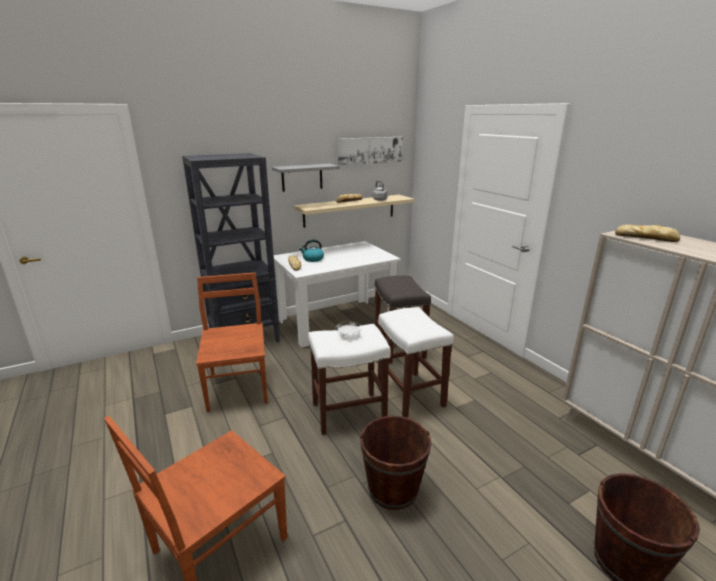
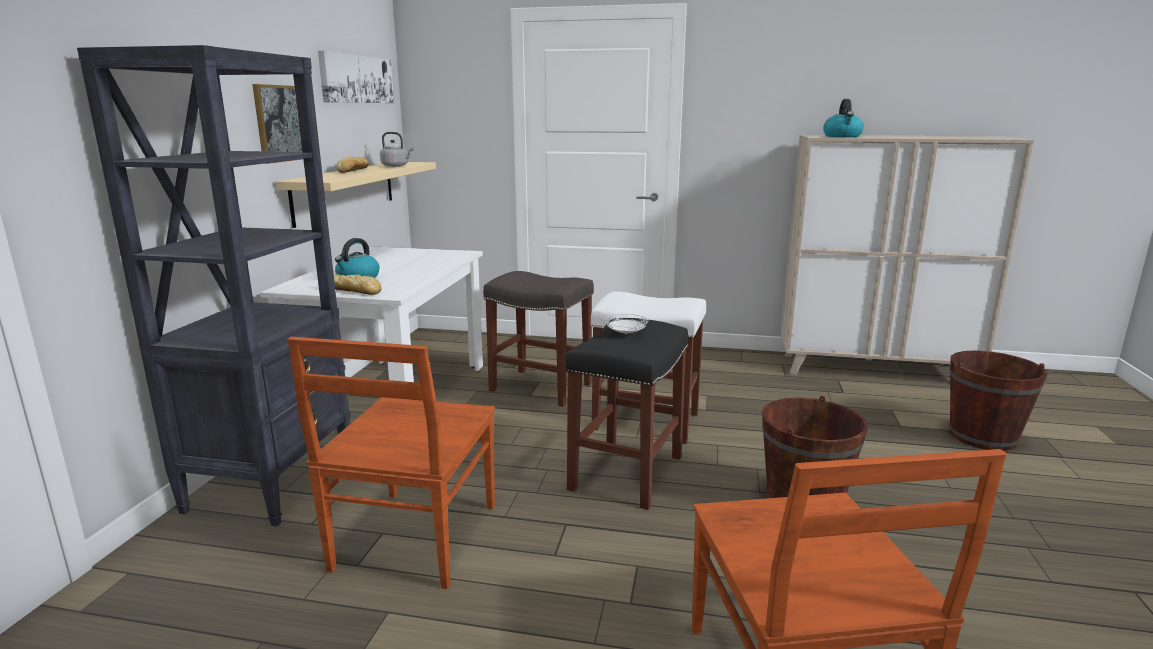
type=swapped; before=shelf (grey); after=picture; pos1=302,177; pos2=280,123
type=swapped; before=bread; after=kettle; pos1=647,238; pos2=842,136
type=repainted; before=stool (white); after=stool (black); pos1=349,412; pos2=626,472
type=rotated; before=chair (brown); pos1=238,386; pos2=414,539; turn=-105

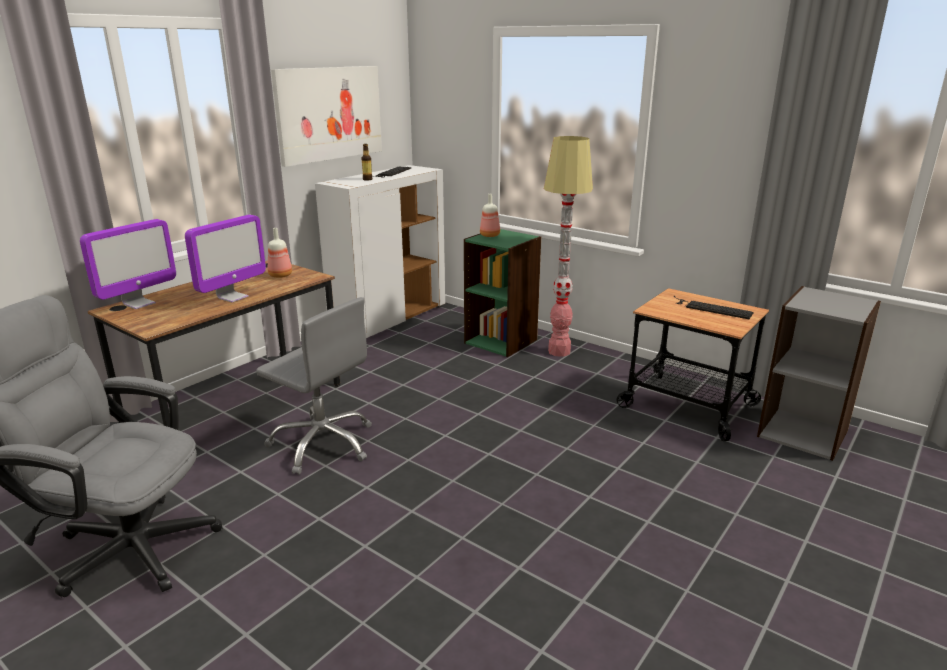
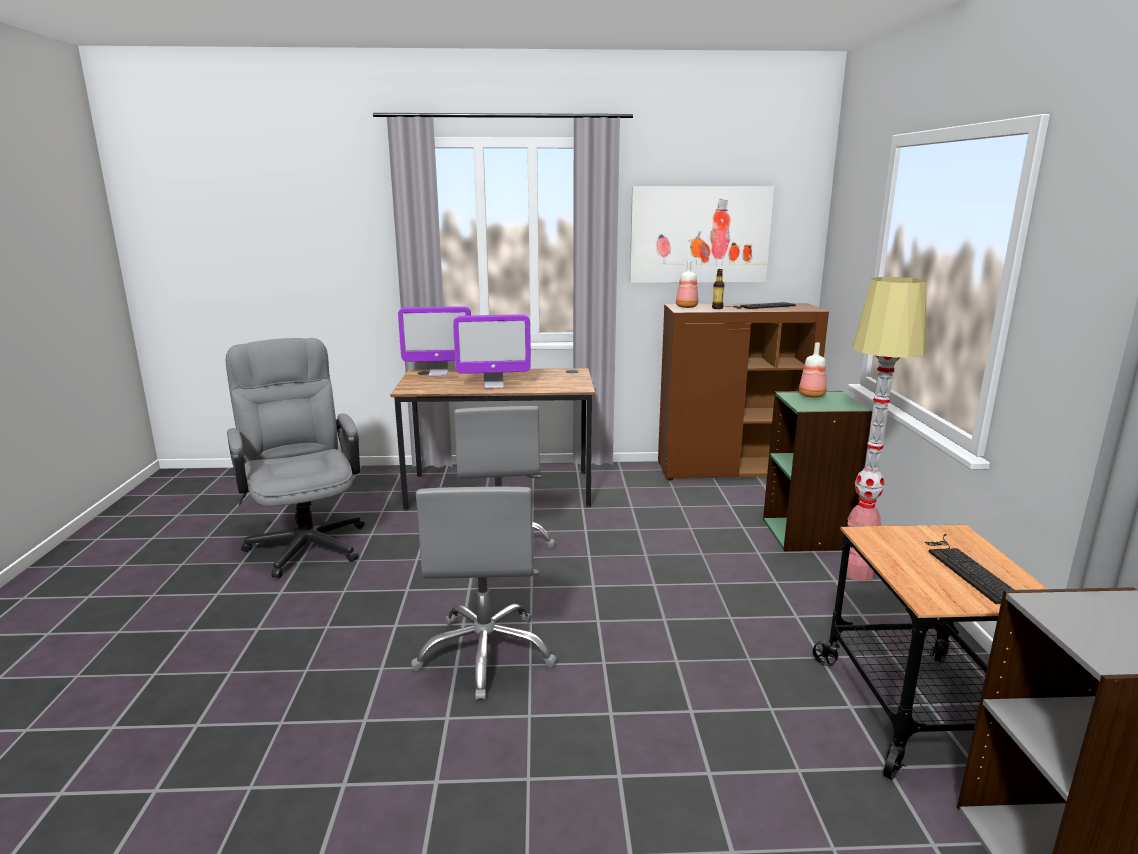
type=new; after=office chair (grey); pos2=486,653
type=shifted; before=bottle; pos1=280,275; pos2=686,307
type=repainted; before=cabinet (white); after=cabinet (brown); pos1=389,318; pos2=732,471

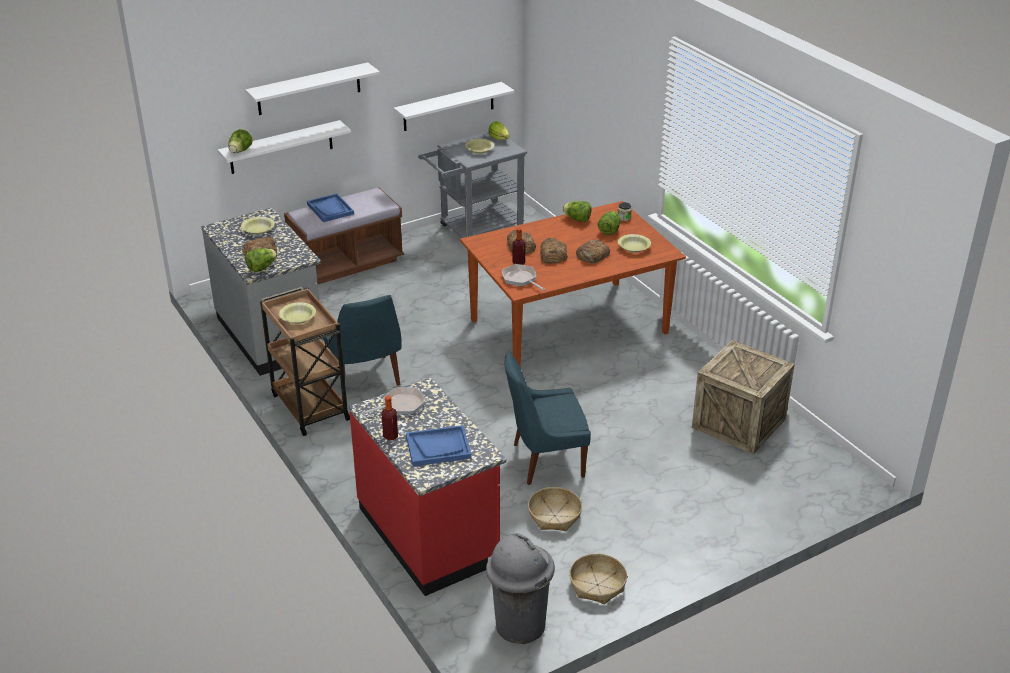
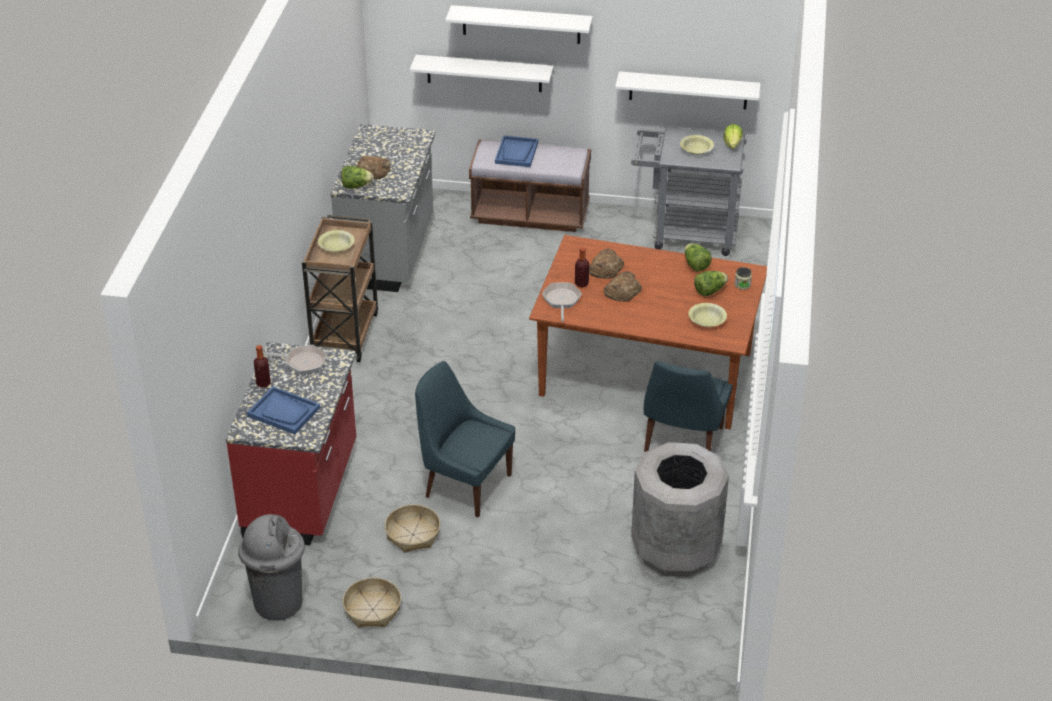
type=gone; before=lettuce; pos1=240,151
type=gone; before=bowl (yellow); pos1=258,230
type=gone; before=bread; pos1=592,255
type=shifted; before=chair (blue); pos1=365,379; pos2=682,442
type=swapped; before=crate; after=trash can (grey); pos1=738,423; pos2=676,549

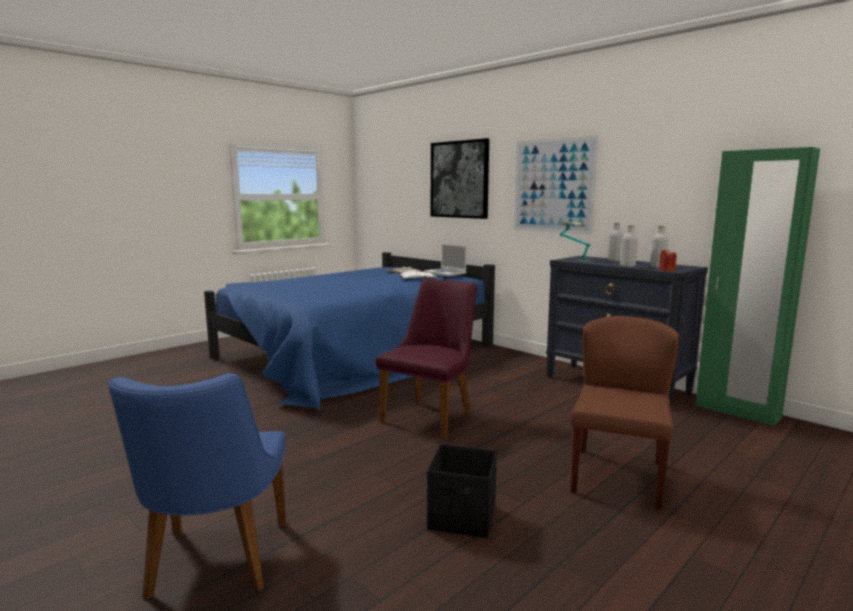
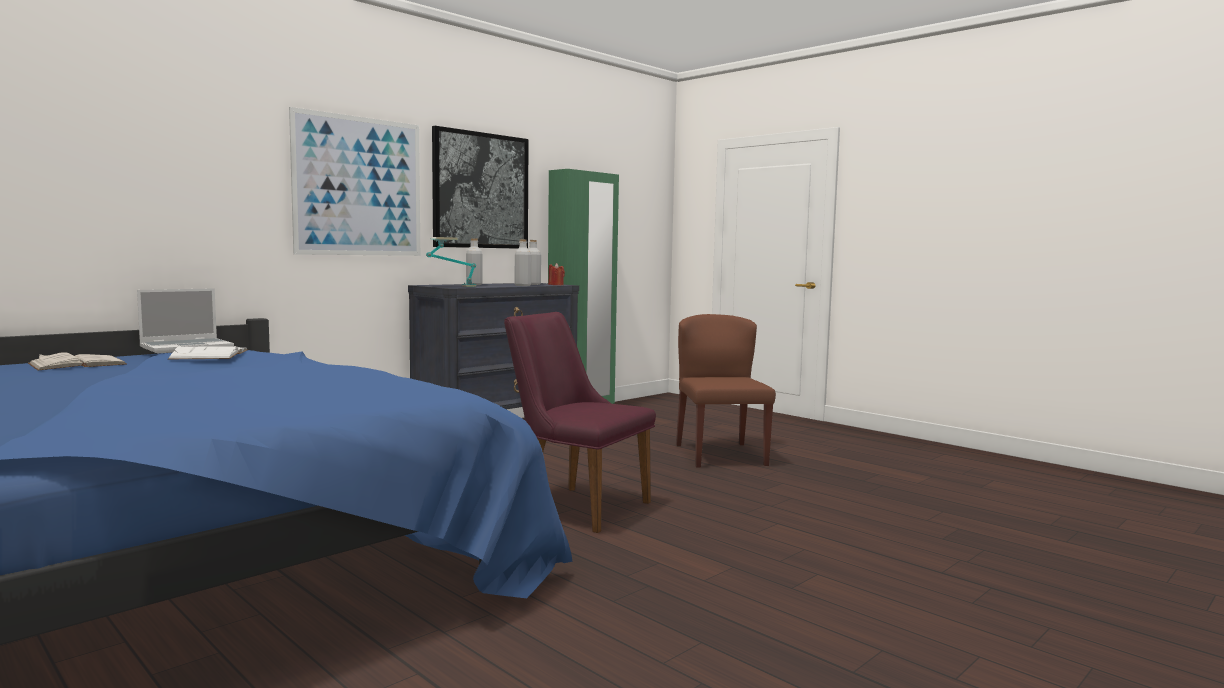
type=gone; before=chair (blue); pos1=213,567
type=gone; before=storage box (black); pos1=463,518
type=shifted; before=picture; pos1=459,179; pos2=480,190
type=rotated; before=chair (brown); pos1=617,476; pos2=720,455; turn=60

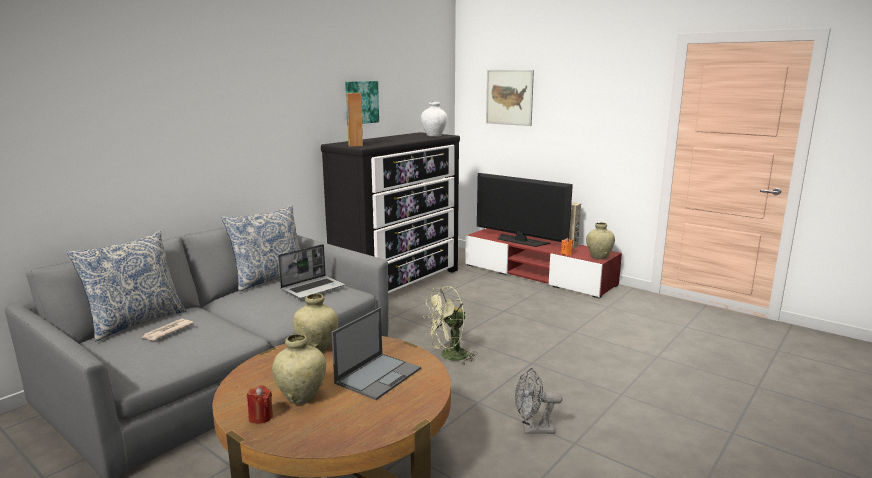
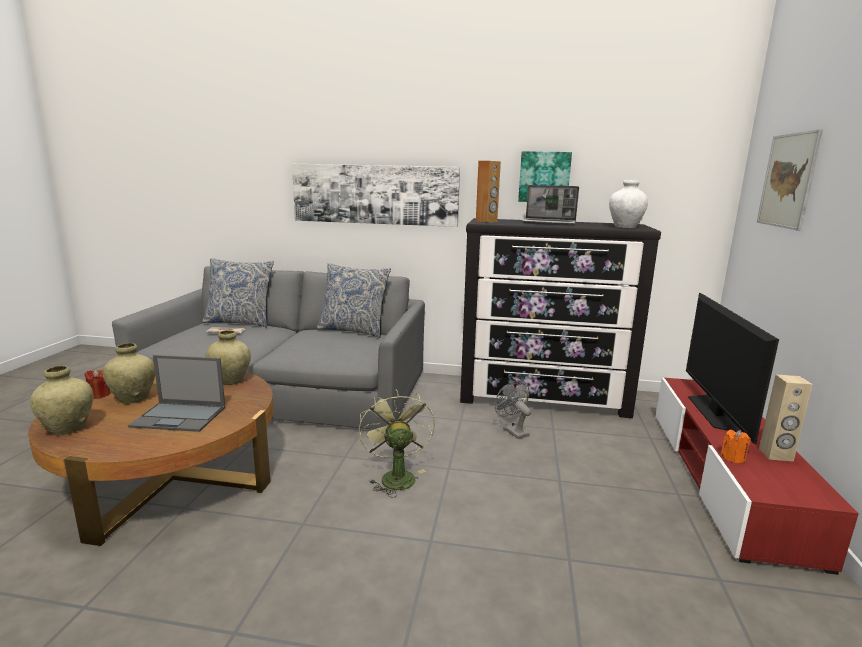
type=new; after=picture; pos2=375,194
type=shifted; before=laptop; pos1=313,288; pos2=549,223
type=shifted; before=fan (grey); pos1=533,429; pos2=512,431
type=shifted; before=vase (beige); pos1=599,257; pos2=68,429
type=rotated; before=fan (green); pos1=449,356; pos2=395,476; turn=45

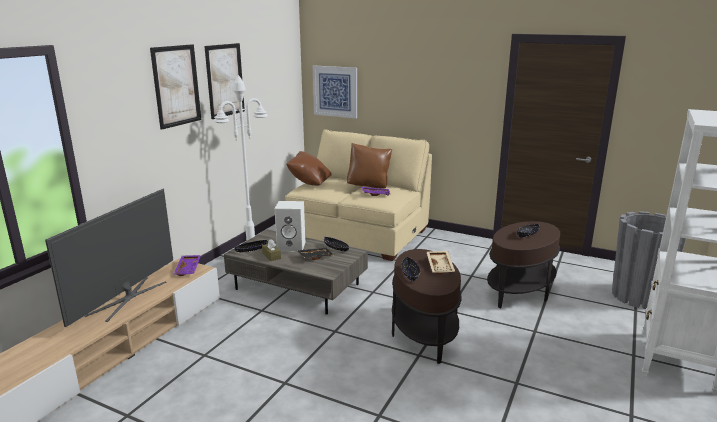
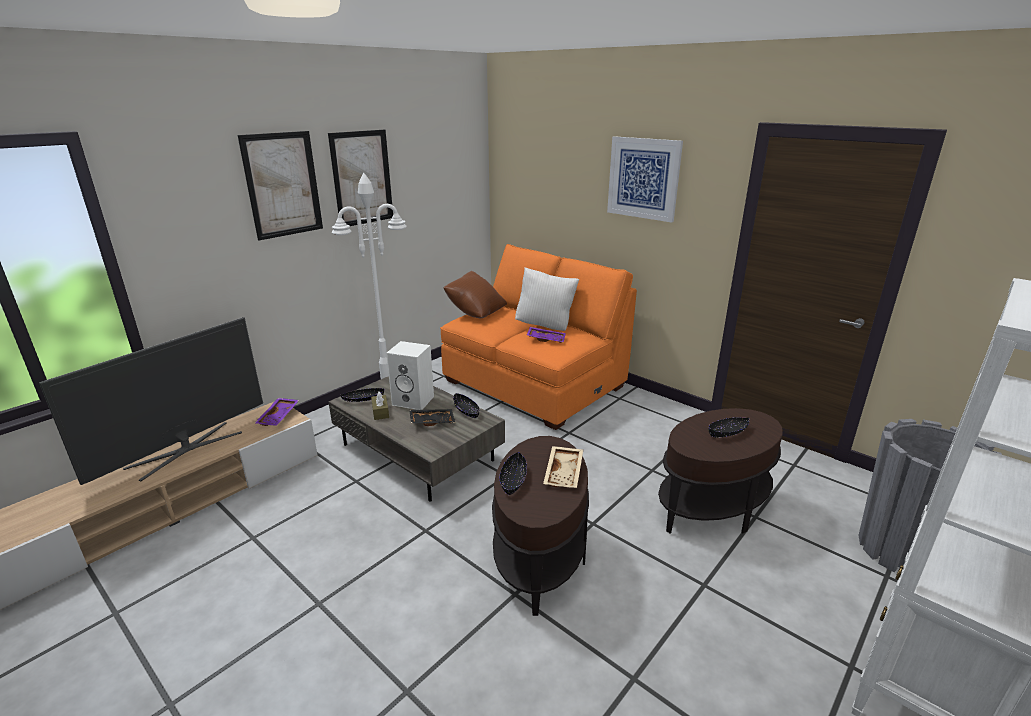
type=shifted; before=picture; pos1=335,91; pos2=643,178
type=repainted; before=sofa (beige); after=sofa (orange); pos1=358,234; pos2=533,384
type=repainted; before=pillow (brown); after=pillow (white); pos1=369,186; pos2=545,326

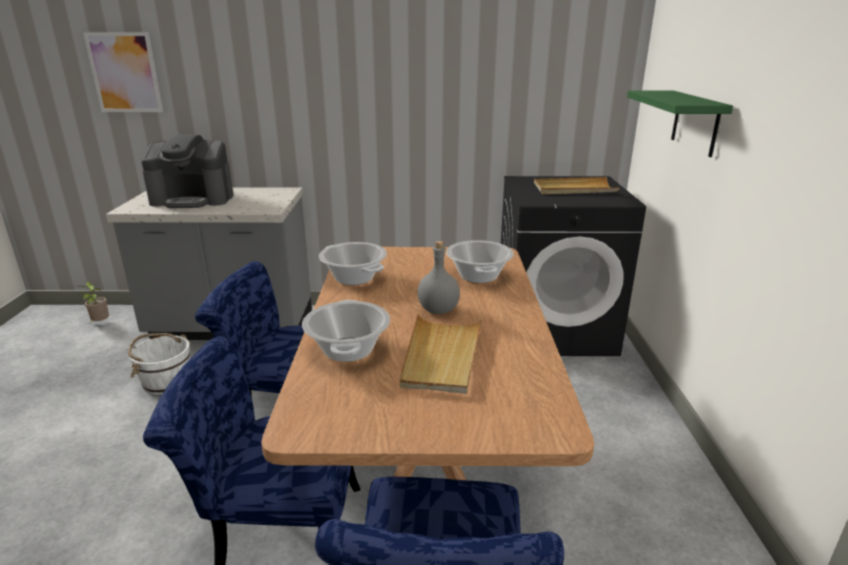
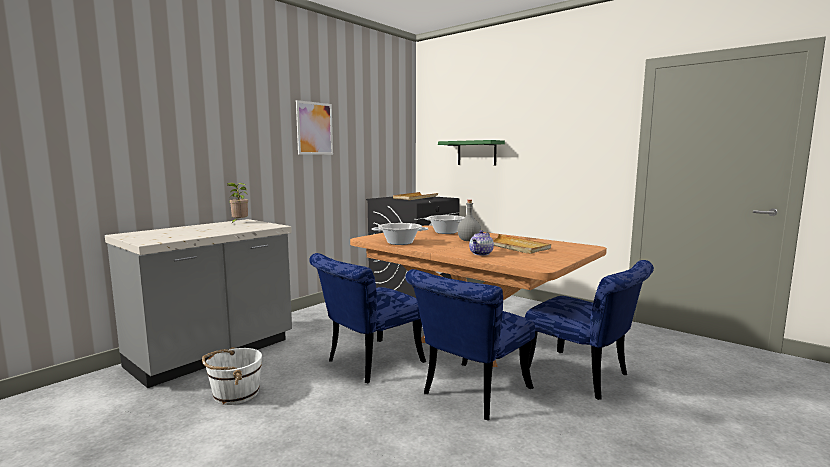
type=gone; before=coffee machine; pos1=193,199
type=shifted; before=potted plant; pos1=100,323; pos2=239,223
type=shifted; before=picture; pos1=124,73; pos2=314,128
type=swapped; before=cooking pot; after=teapot; pos1=348,350; pos2=481,253

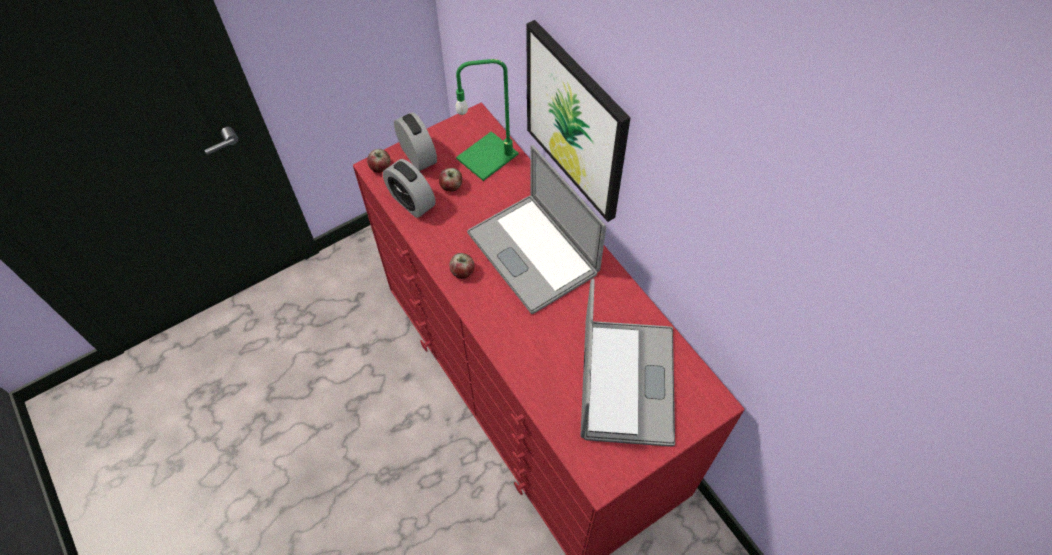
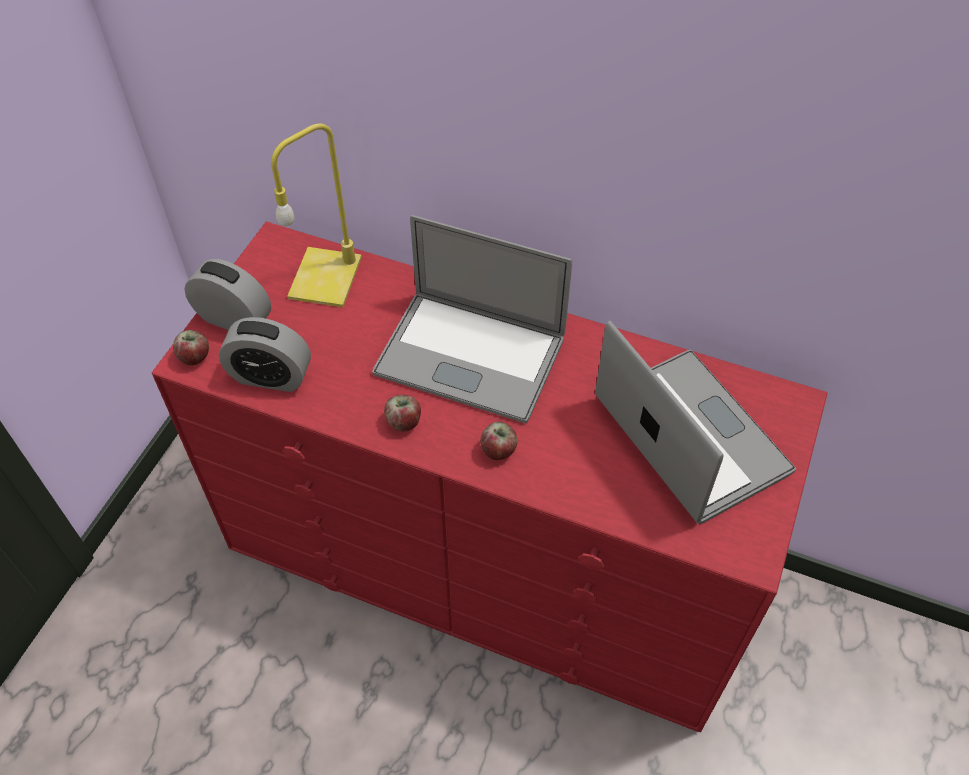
type=gone; before=picture; pos1=576,122
type=shifted; before=apple; pos1=451,186; pos2=498,450
type=repainted; before=table lamp (green); after=table lamp (yellow); pos1=488,155; pos2=325,276

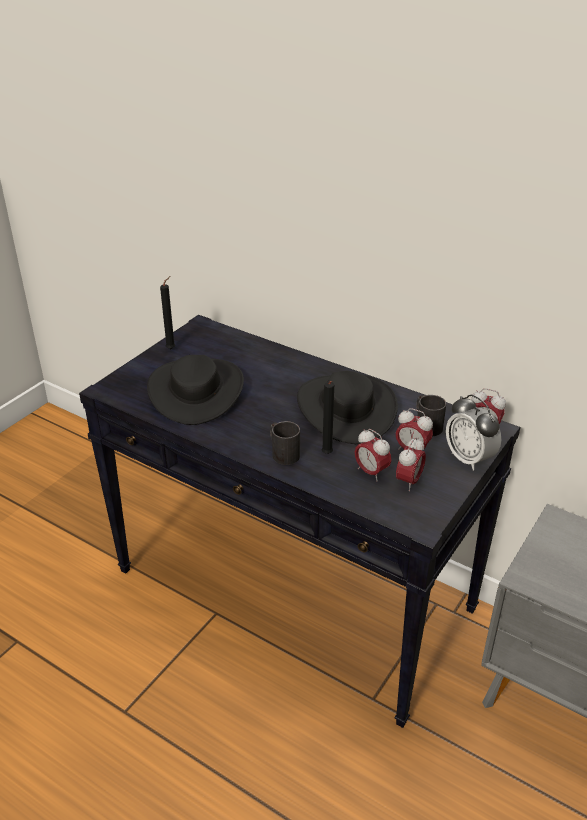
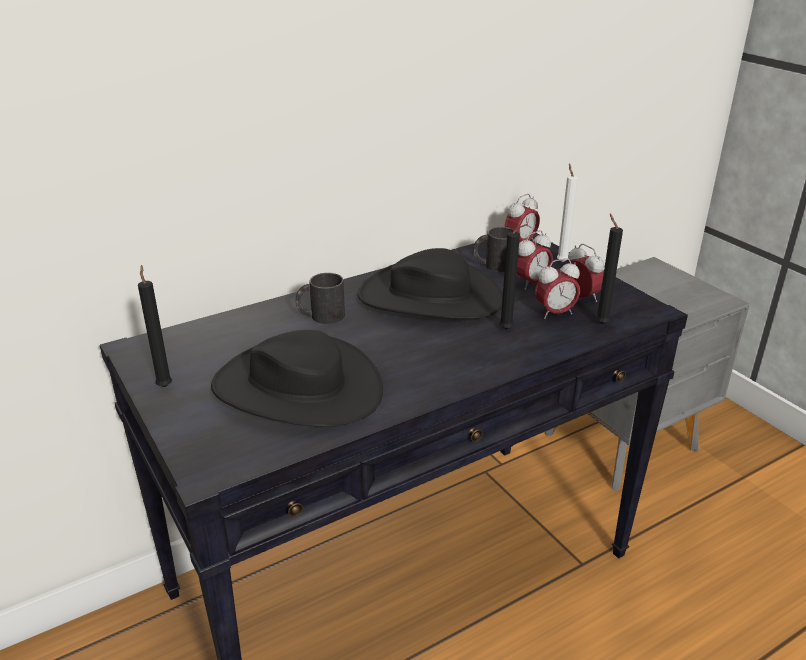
type=new; after=candle (black); pos2=600,323
type=shifted; before=mug (black); pos1=282,452; pos2=321,316
type=swapped; before=alarm clock; after=candle (white); pos1=469,458; pos2=561,261

